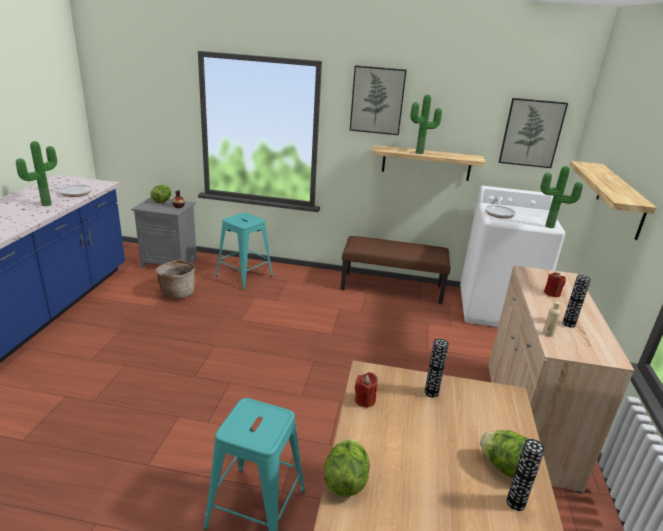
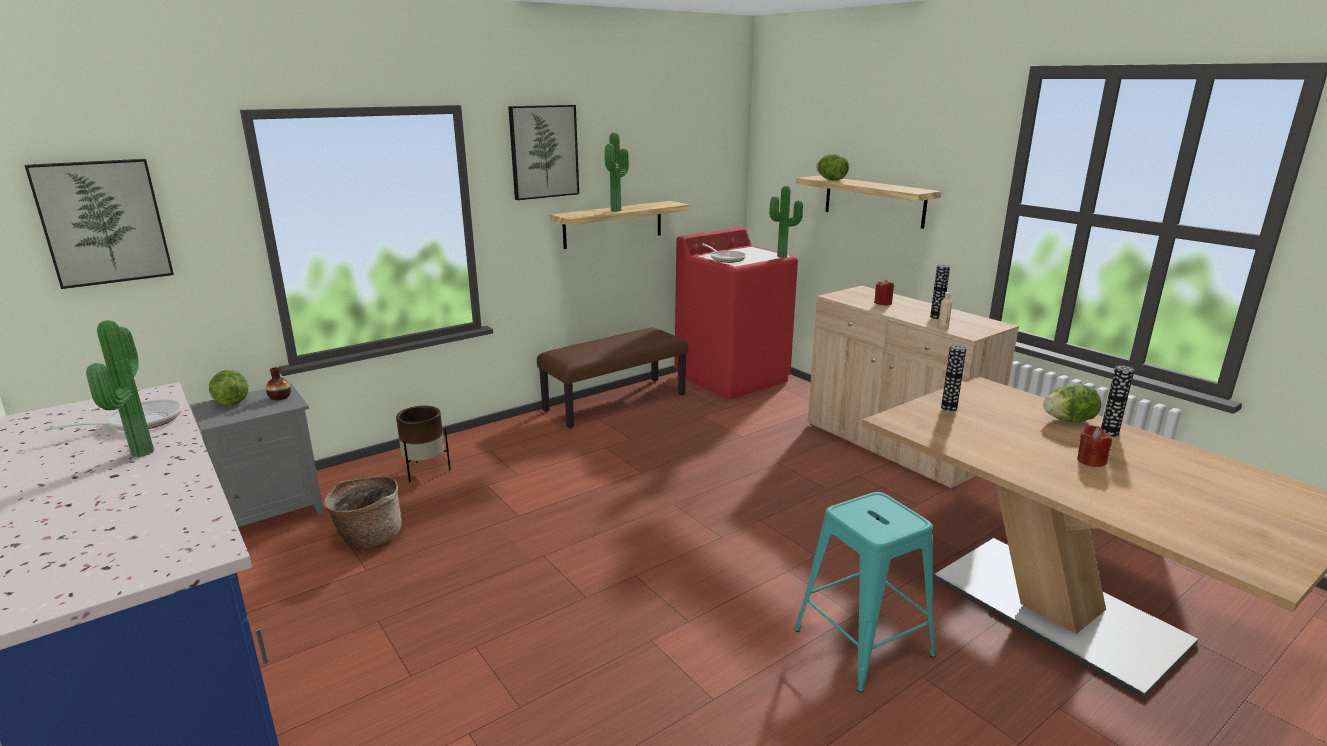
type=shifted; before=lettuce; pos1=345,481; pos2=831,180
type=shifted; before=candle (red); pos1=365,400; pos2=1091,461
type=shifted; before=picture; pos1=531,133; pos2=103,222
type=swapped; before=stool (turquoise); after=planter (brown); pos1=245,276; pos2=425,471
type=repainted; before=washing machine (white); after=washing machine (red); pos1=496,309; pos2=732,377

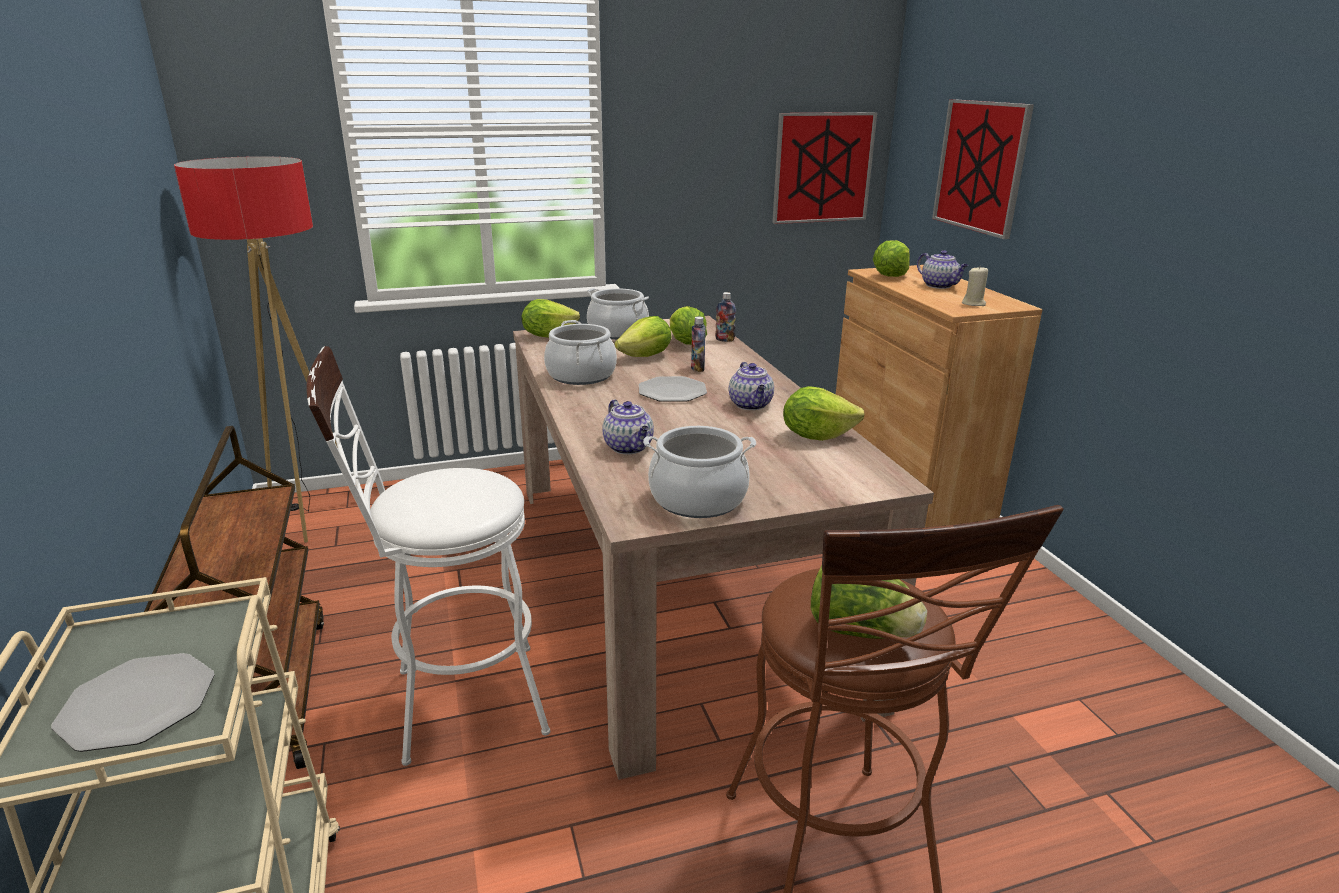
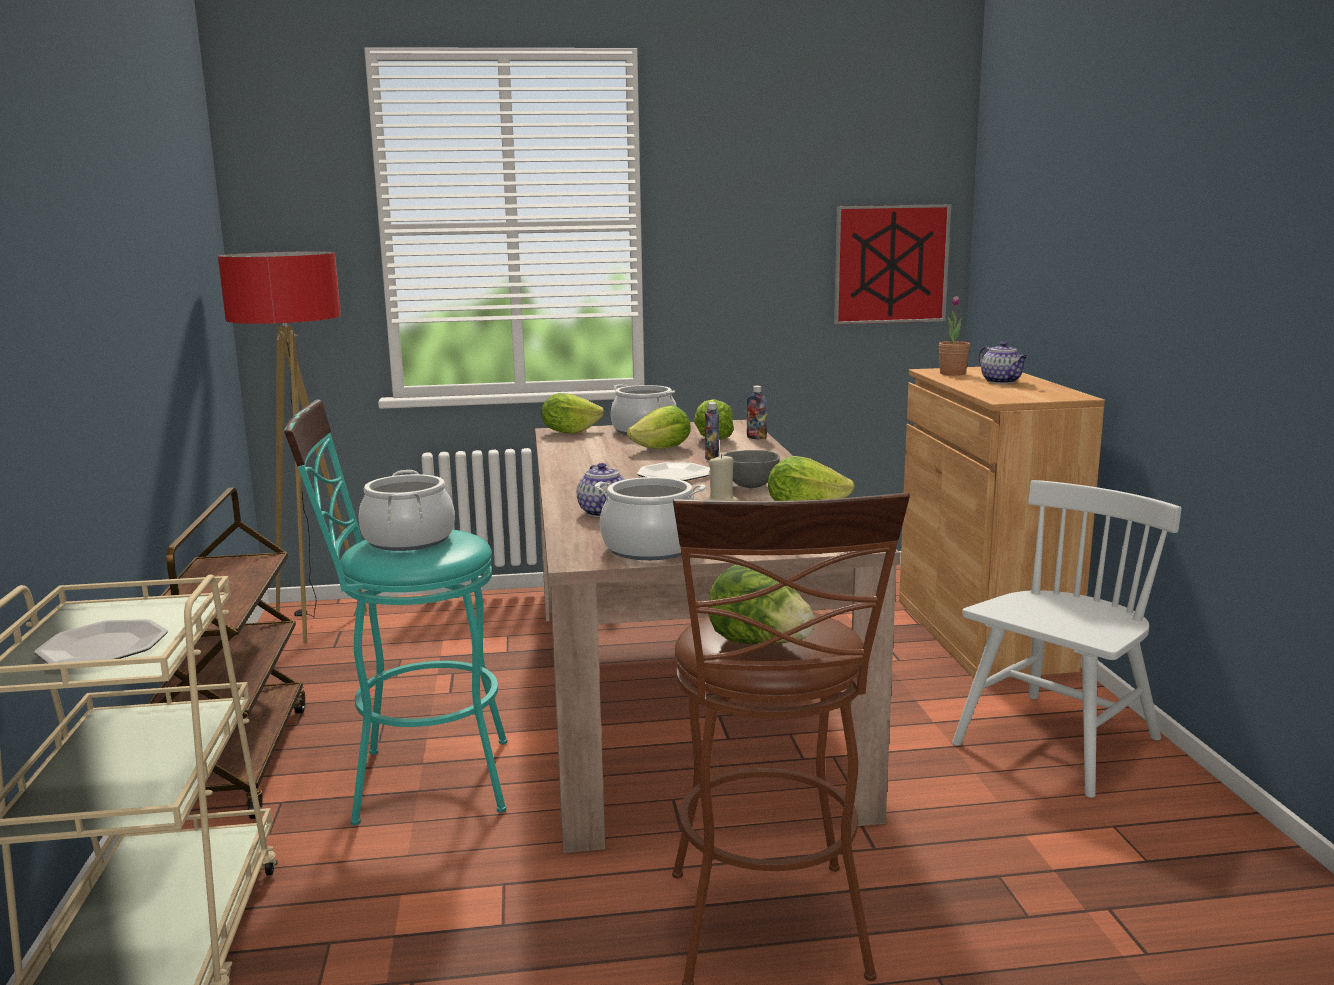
type=gone; before=picture; pos1=980,166
type=new; after=chair (white); pos2=1057,743
type=shifted; before=cooking pot; pos1=581,375; pos2=409,540
type=shifted; before=candle (beige); pos1=973,304; pos2=722,502
type=swapped; before=teapot; after=bowl (grey); pos1=751,405; pos2=751,486
type=swapped; before=lettuce; after=potted plant; pos1=890,275; pos2=952,373
type=repainted; before=stool (white); after=stool (turquoise); pos1=455,704; pos2=416,781

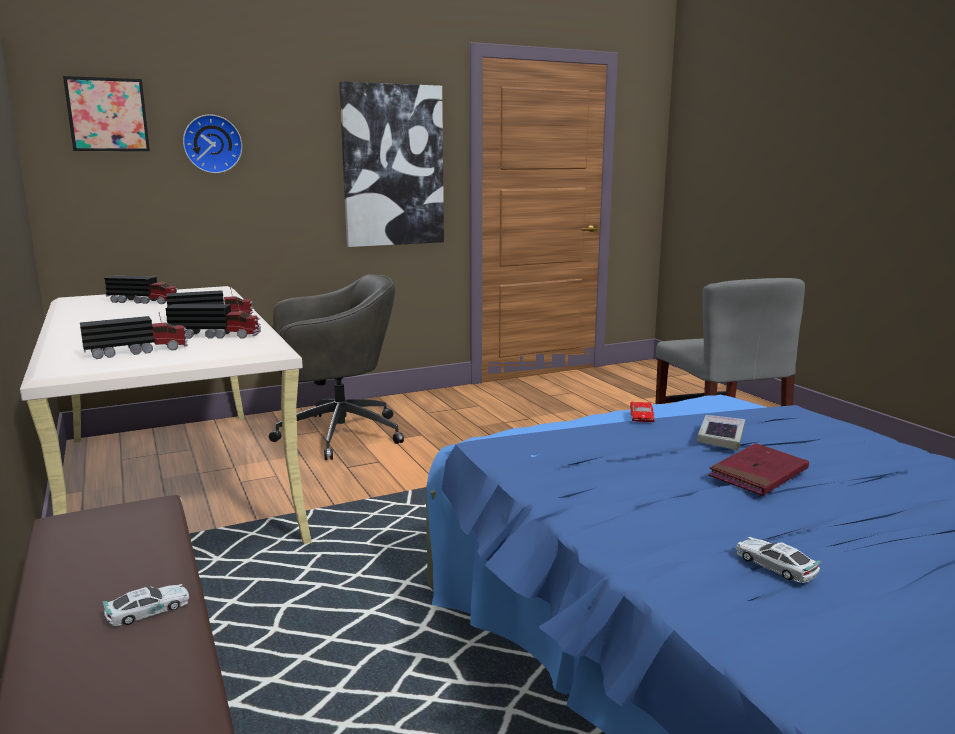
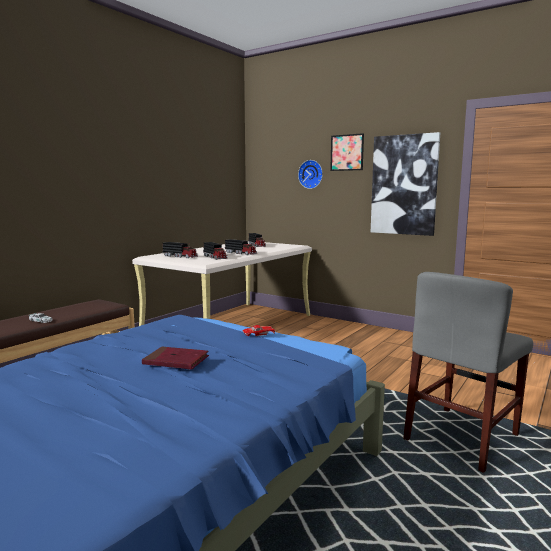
type=gone; before=office chair (grey); pos1=336,435
type=gone; before=book; pos1=720,437
type=gone; before=toy car; pos1=775,565
type=shifted; before=picture; pos1=107,114; pos2=347,152

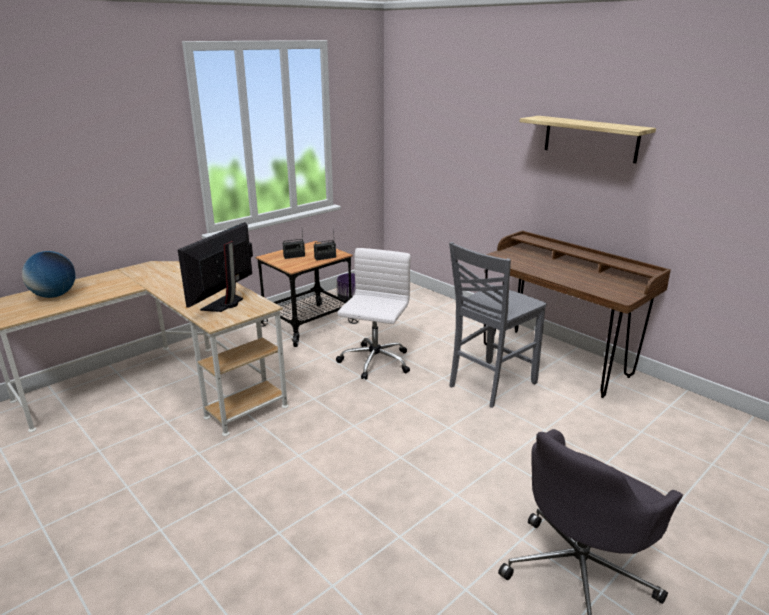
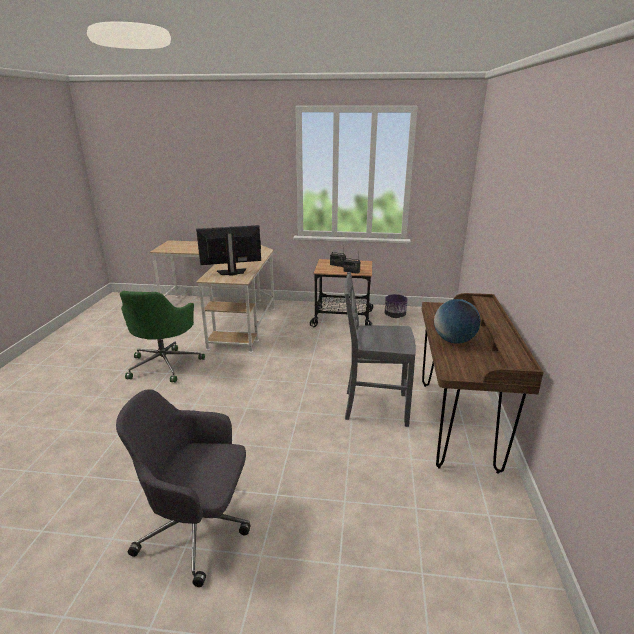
type=gone; before=office chair (white); pos1=374,362
type=gone; before=shelf; pos1=590,138
type=new; after=office chair (green); pos2=165,364
type=shifted; before=globe; pos1=54,295; pos2=454,340

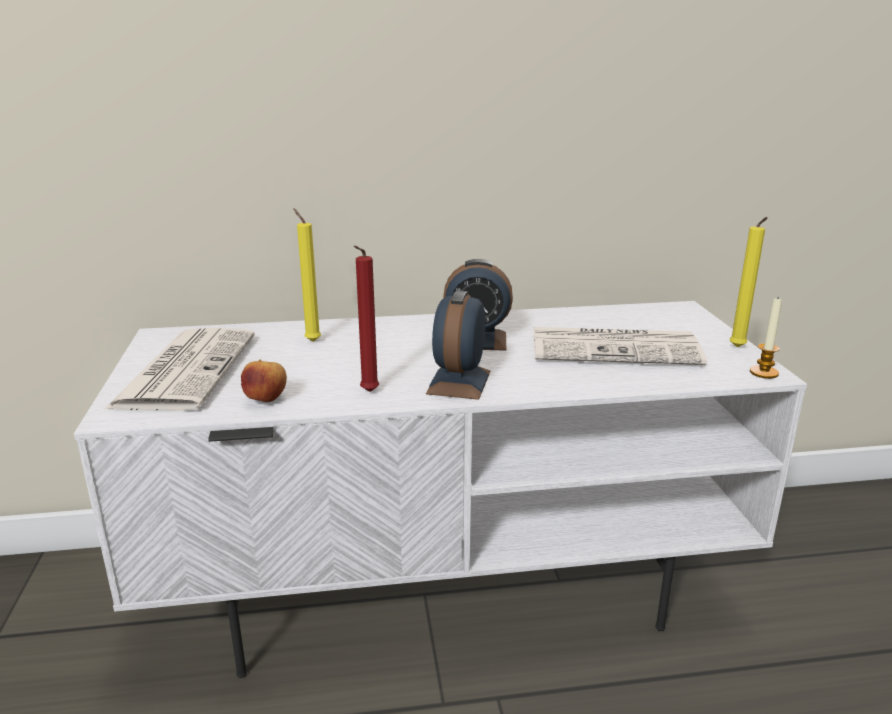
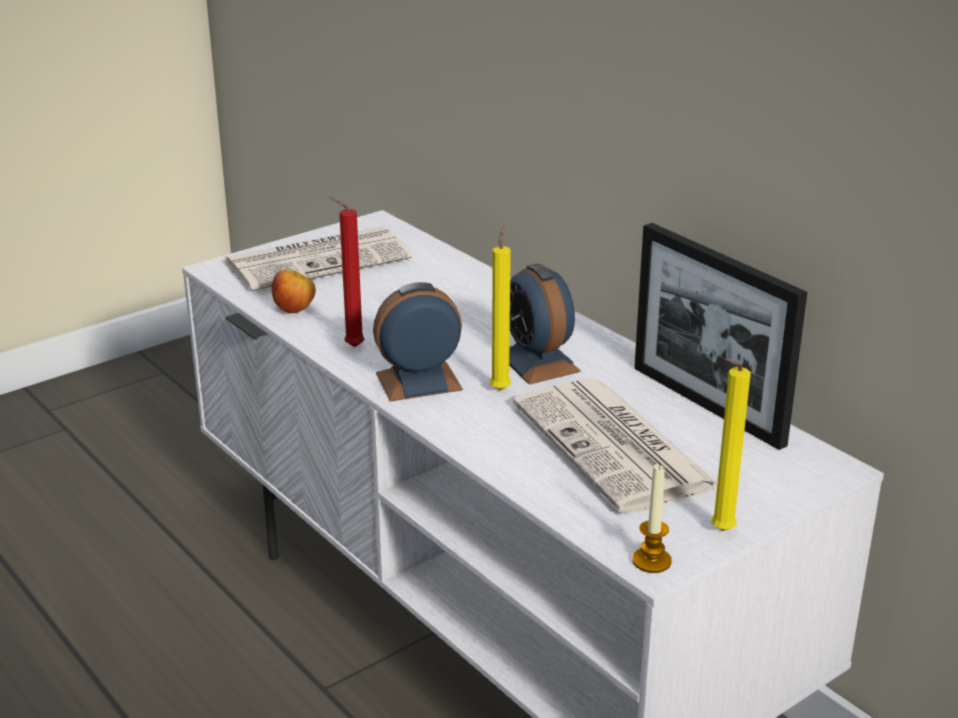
type=new; after=picture frame; pos2=707,405
type=shifted; before=candle (yellow); pos1=311,341; pos2=501,388

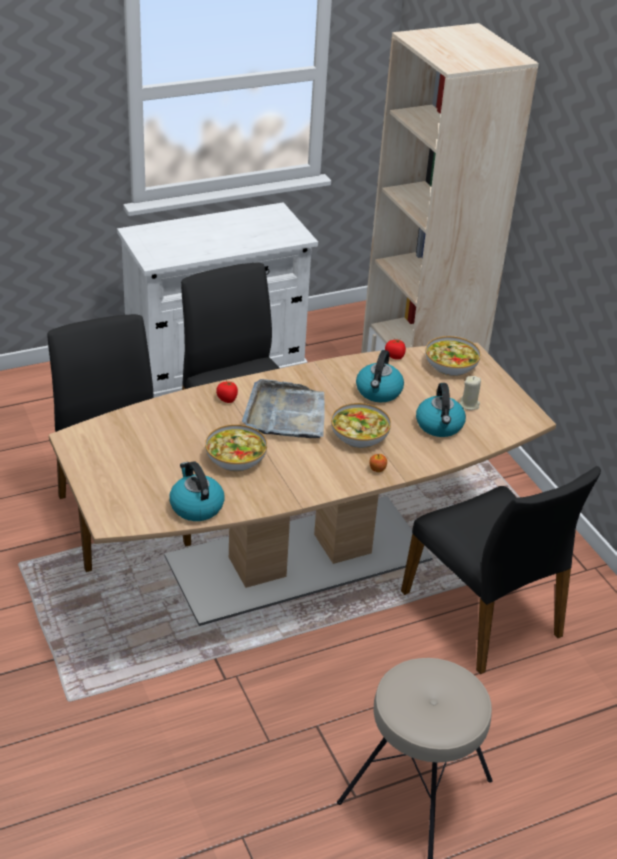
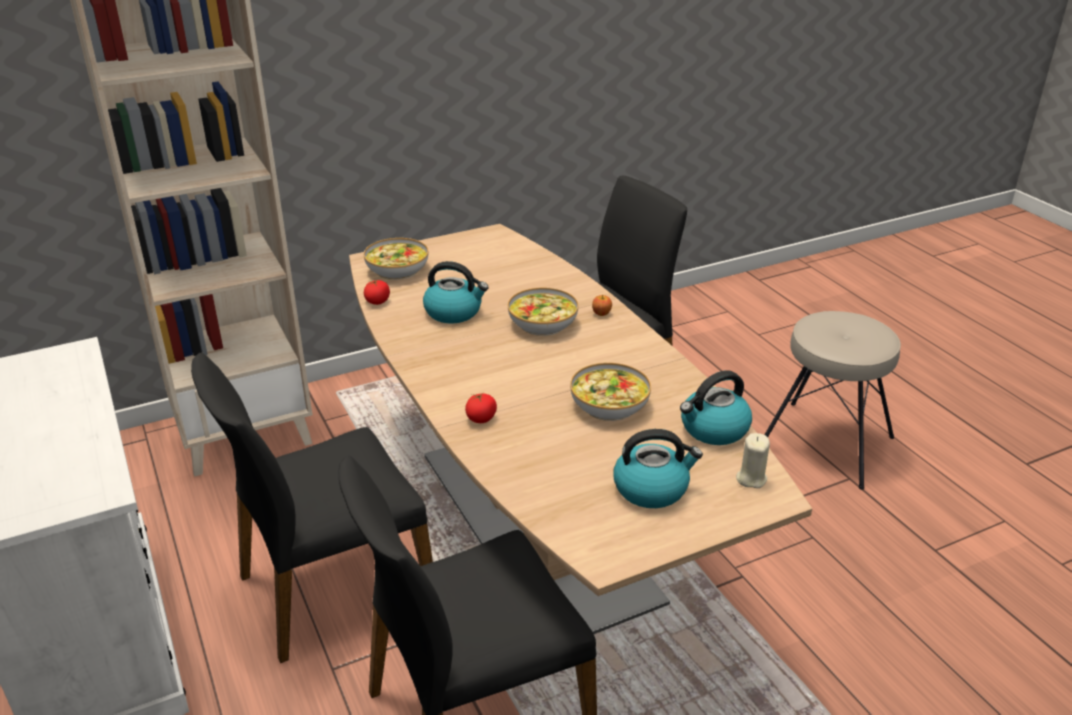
type=gone; before=tray (grey); pos1=286,414
type=shifted; before=kettle; pos1=439,426; pos2=652,488
type=shifted; before=candle (beige); pos1=469,405; pos2=751,478

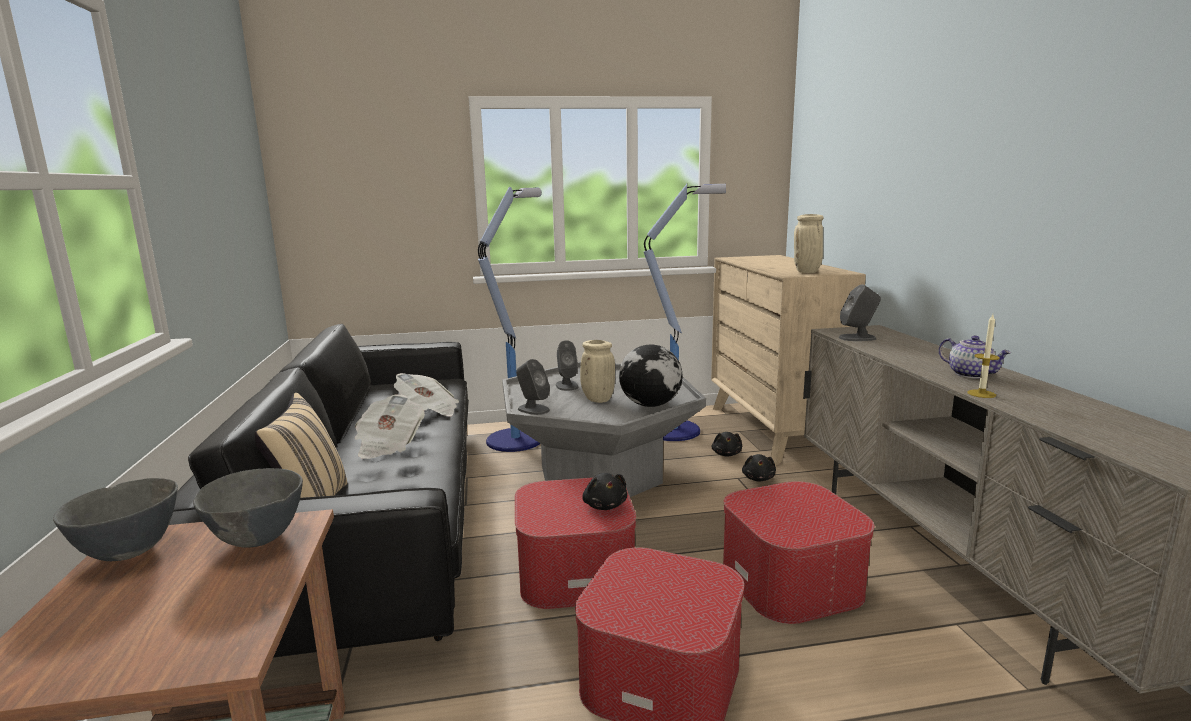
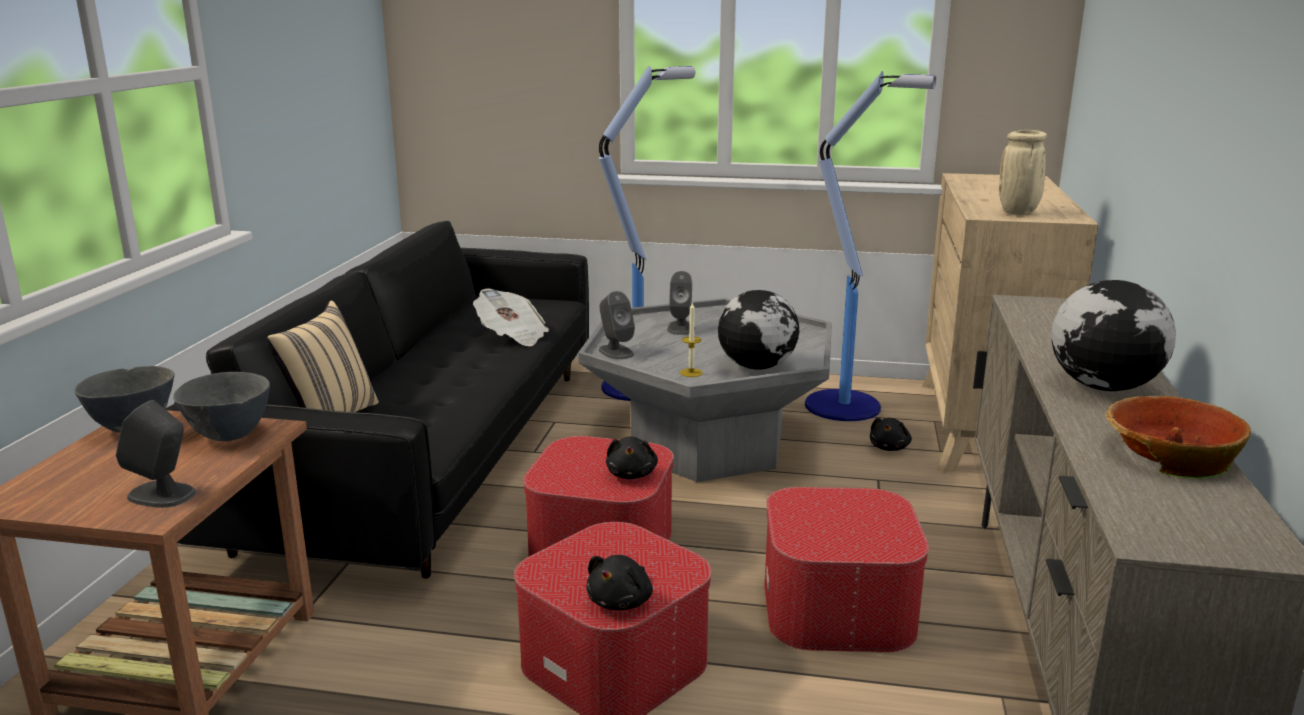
type=gone; before=newspaper; pos1=388,445
type=gone; before=vase (beige); pos1=597,399
type=new; after=bowl; pos2=1170,455
type=shifted; before=plush toy (black); pos1=758,478; pos2=621,601
type=shifted; before=speaker (grey); pos1=858,338; pos2=162,495
type=shifted; before=candle; pos1=981,394; pos2=691,373
type=swapped; before=teapot; after=globe; pos1=971,374; pos2=1103,387

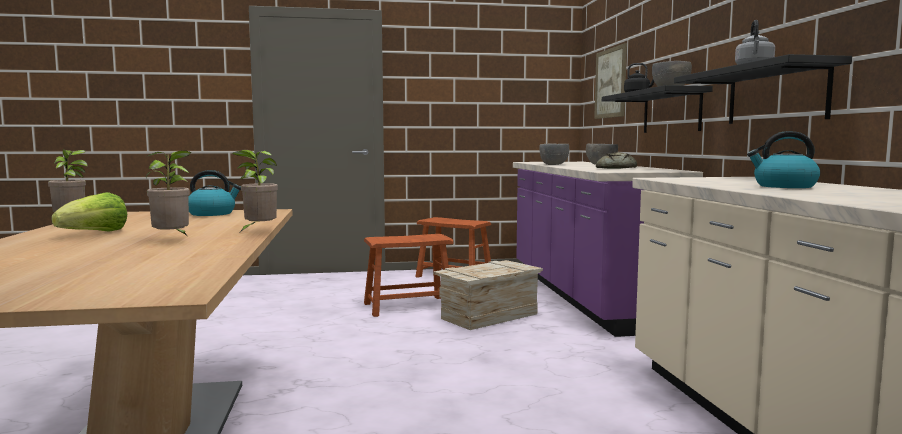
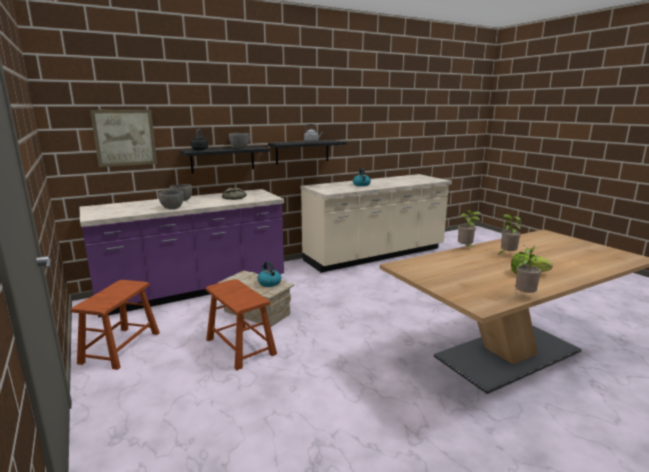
type=shifted; before=kettle; pos1=212,213; pos2=269,283

